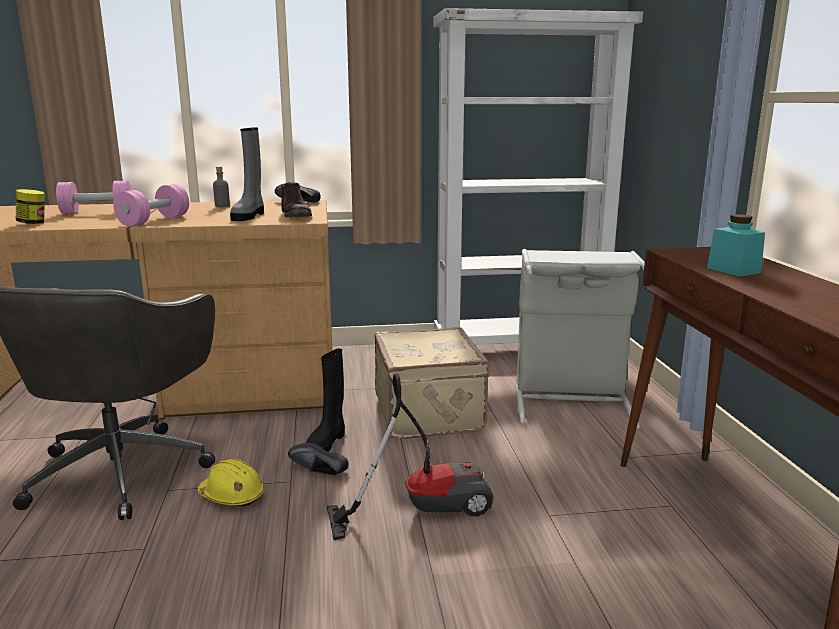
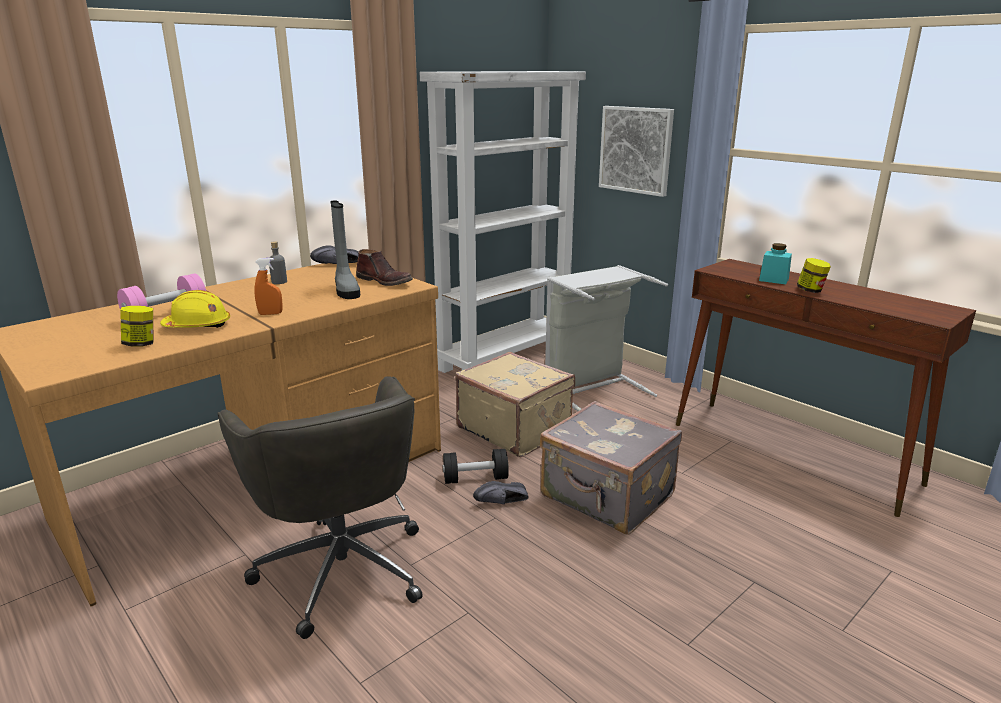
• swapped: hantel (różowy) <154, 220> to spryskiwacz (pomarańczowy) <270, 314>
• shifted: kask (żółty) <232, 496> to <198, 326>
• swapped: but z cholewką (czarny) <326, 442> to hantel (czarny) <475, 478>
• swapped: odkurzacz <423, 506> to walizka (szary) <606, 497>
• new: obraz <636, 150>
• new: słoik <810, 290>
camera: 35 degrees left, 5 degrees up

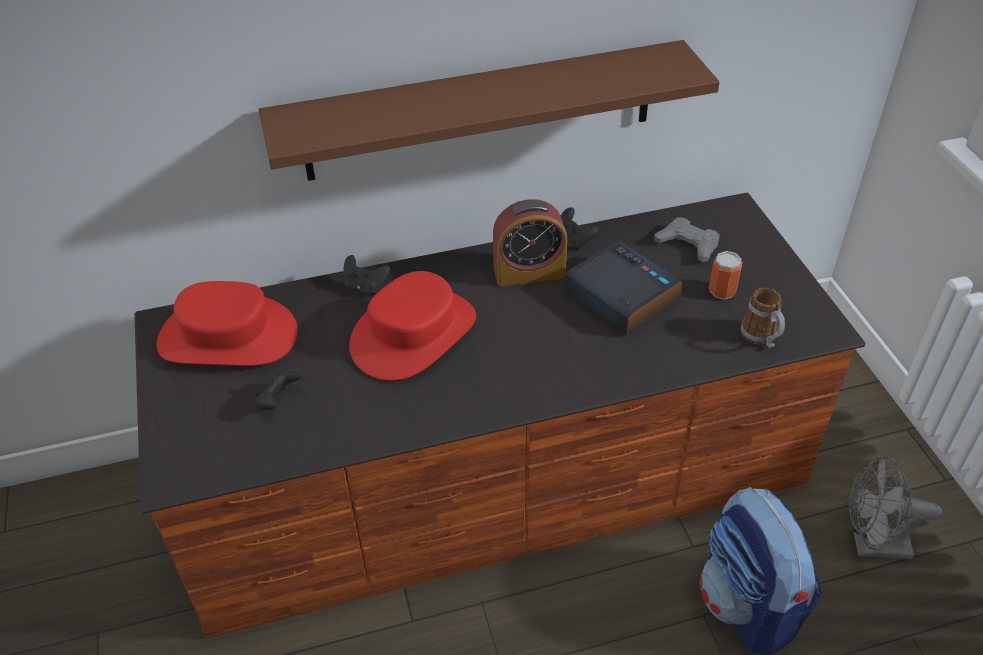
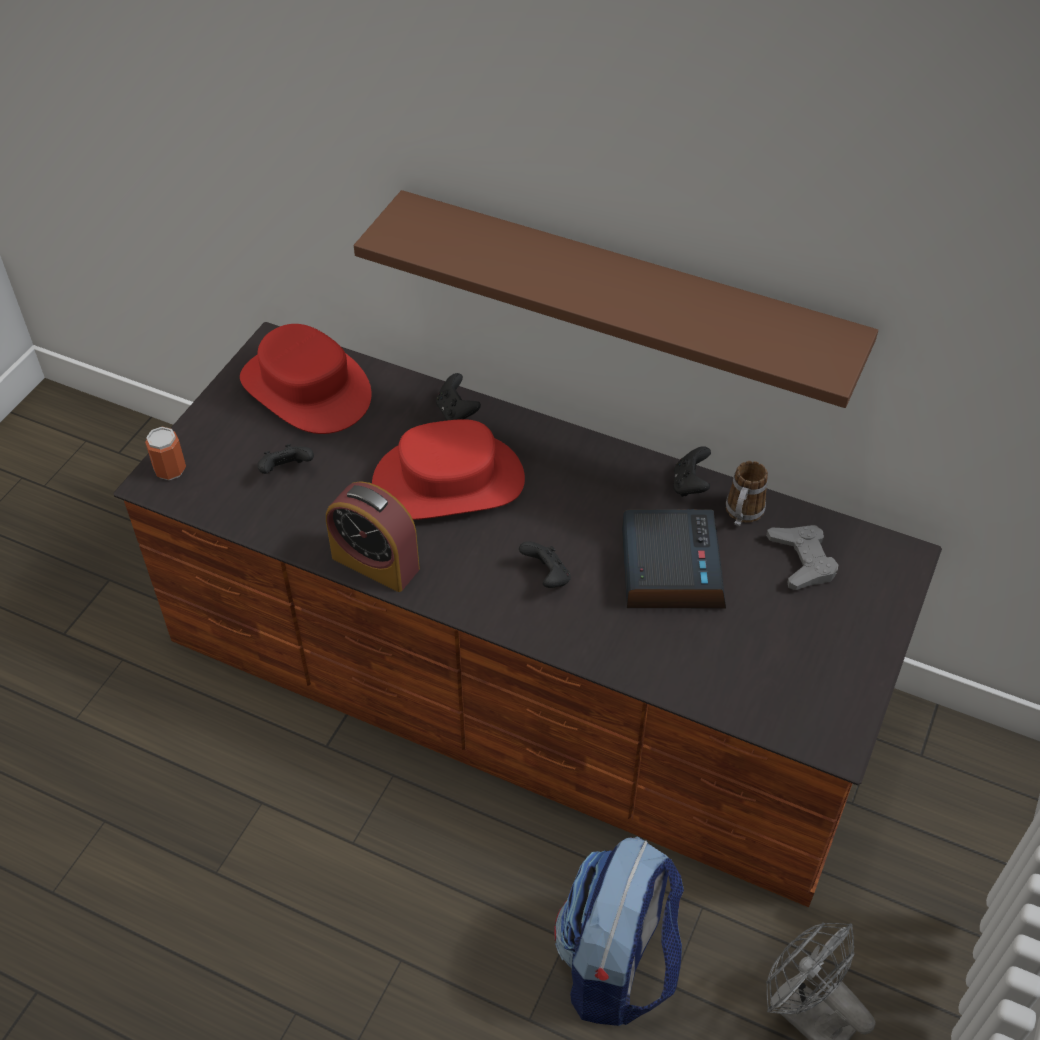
• shifted: budzik <529, 272> to <375, 563>
• shifted: puszka <722, 291> to <170, 469>
• shifted: kubek <761, 338> to <742, 515>
• new: pad do gier (czarny) <547, 577>
camera: 40 degrees right, 5 degrees up

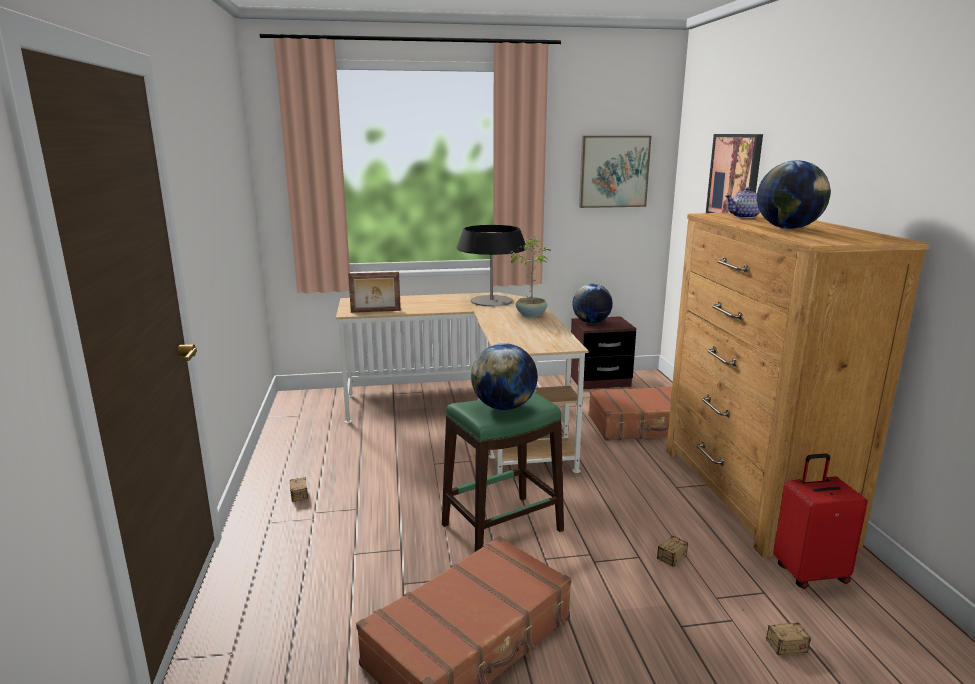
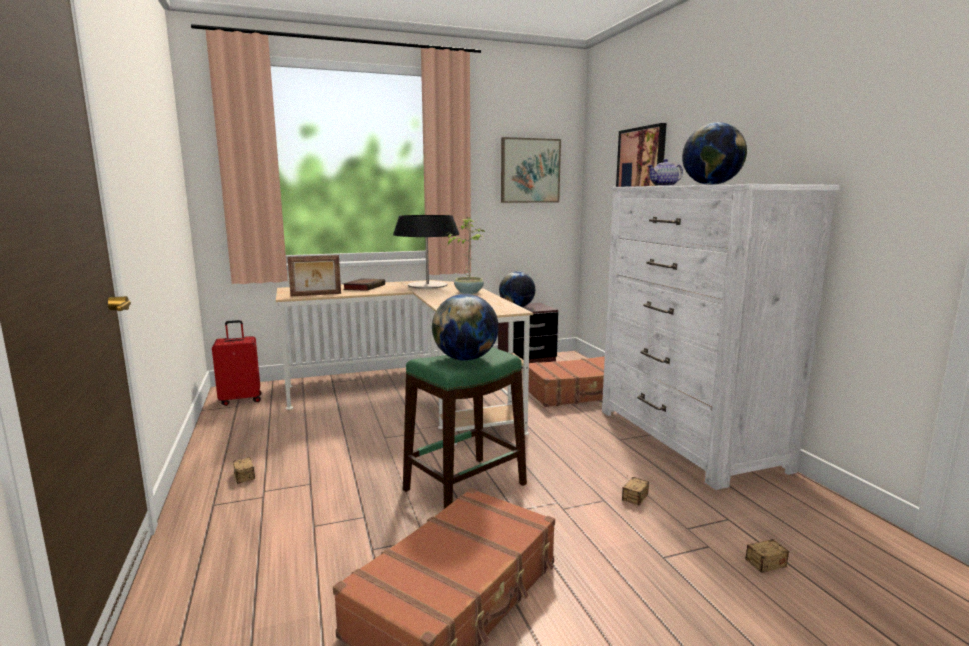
• repainted: komoda (brązowy) <751, 493> to komoda (biały) <687, 439>
• shifted: walizka (czerwony) <809, 573> to <241, 399>
• new: książka <364, 287>
camera: 10 degrees left, 5 degrees down

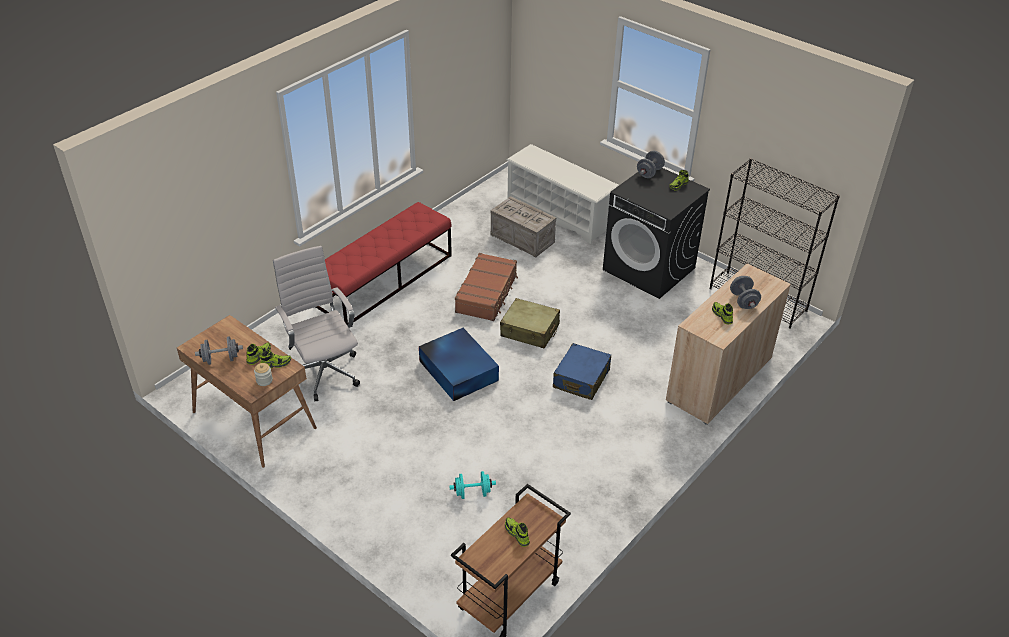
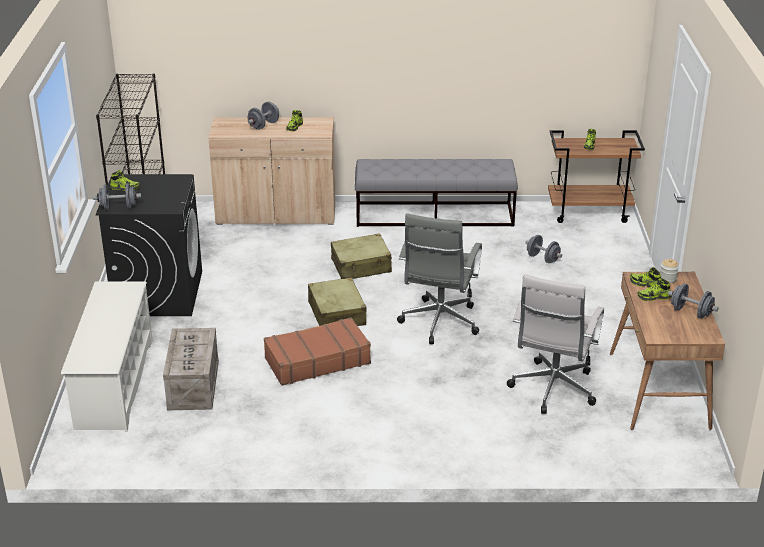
• gone: ławka (czerwony) <385, 280>
• swapped: pojemnik do przechowywania (niebieski) <458, 370> to krzesło biurowe (szary) <439, 324>
• repainted: hantel (turkusowy) <472, 493> to hantel (szary) <542, 258>
• repainted: walizka (niebieski) <581, 379> to walizka (beżowy) <361, 266>
• new: ławka (szary) <435, 214>
camera: 130 degrees left, 10 degrees down

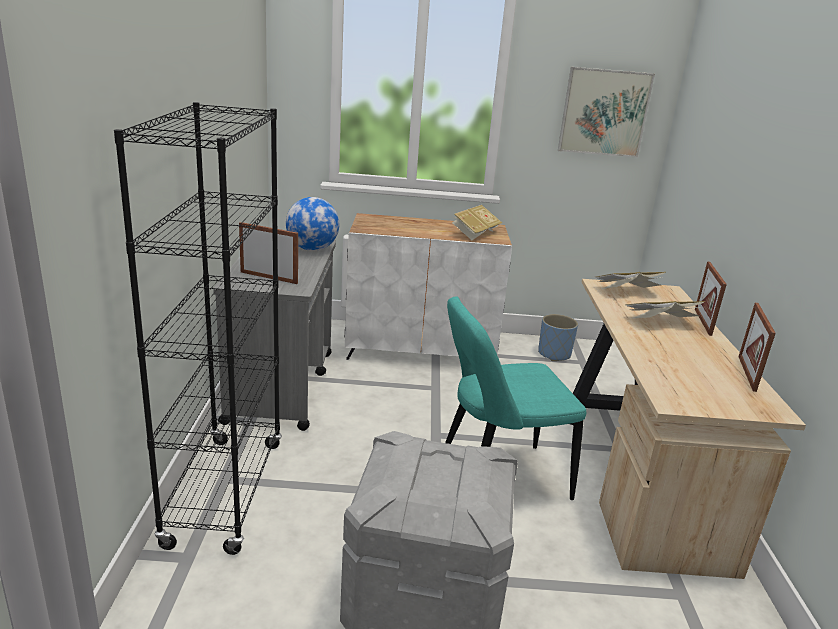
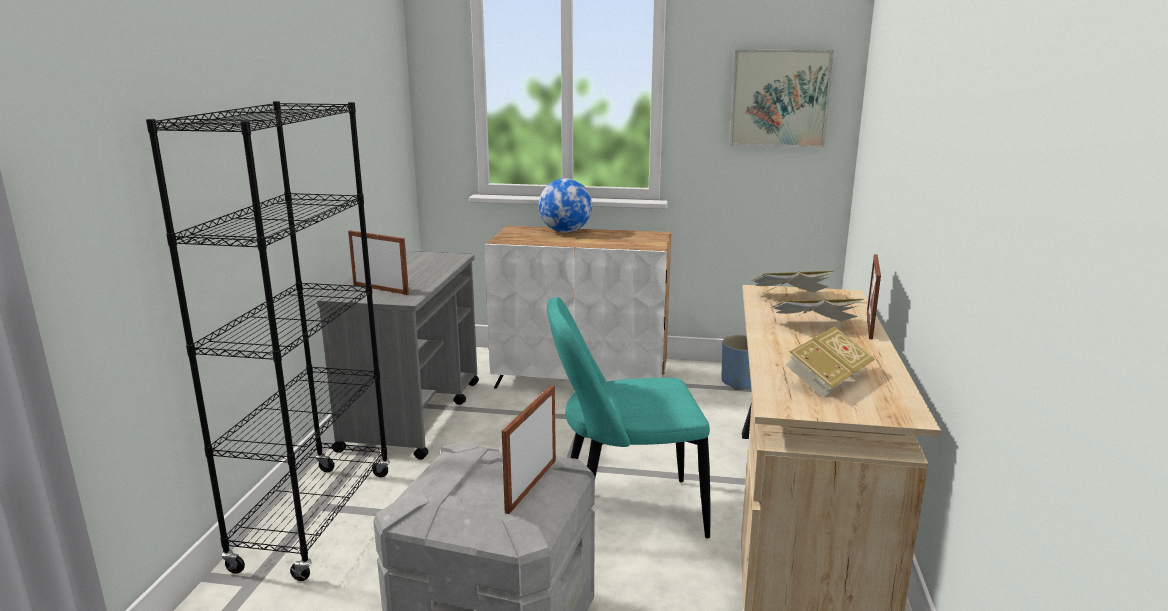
• shifted: globus <312, 249> to <565, 232>
• shifted: książka <475, 233> to <827, 381>
• shifted: ramka na zdjęcie <747, 373> to <531, 485>
camera: 10 degrees right, 5 degrees down

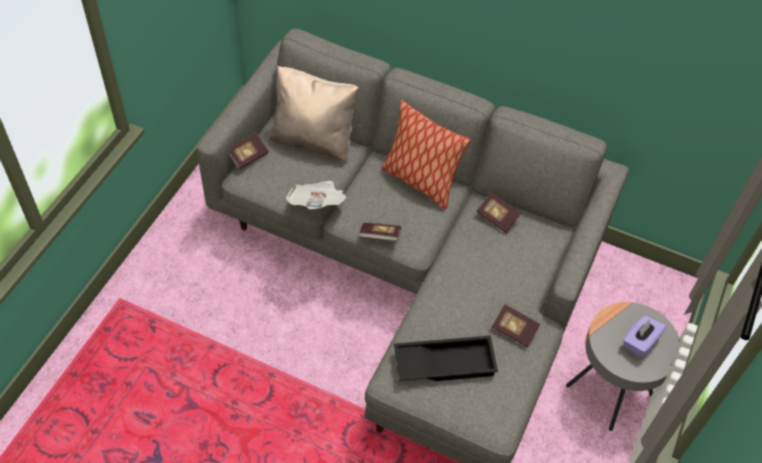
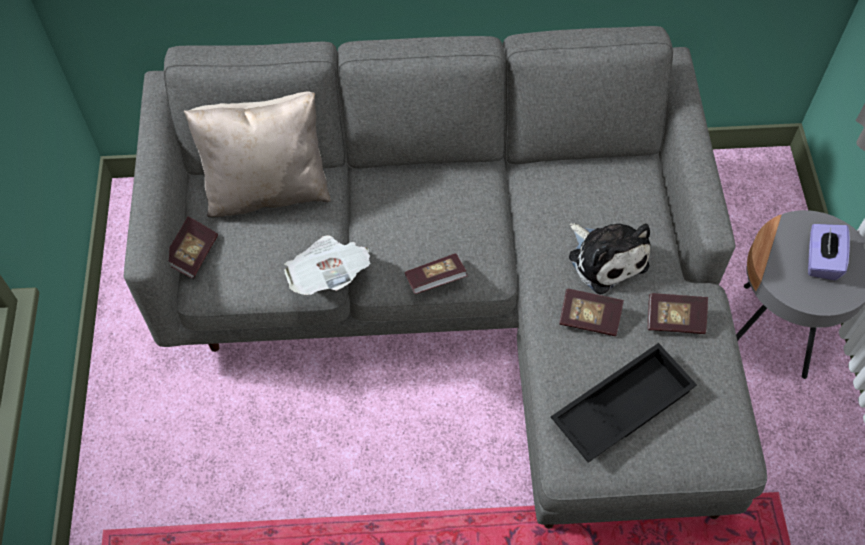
• gone: poduszka <419, 181>
• shifted: książka <497, 217> to <589, 318>
• new: pluszak <605, 258>
camera: 25 degrees left, 5 degrees up

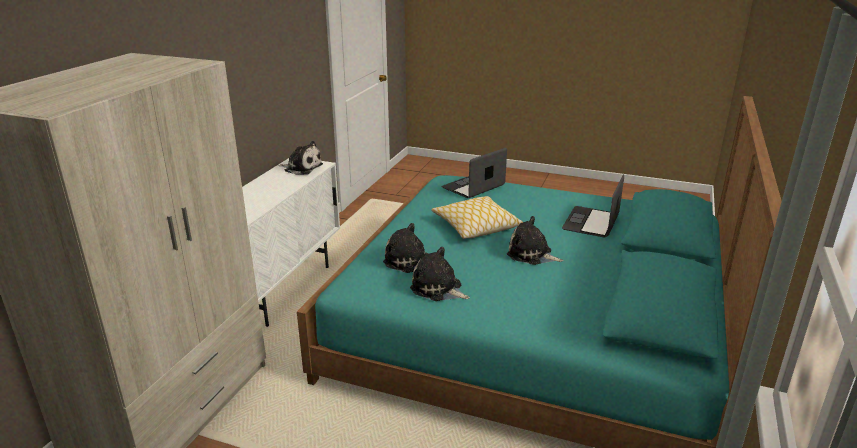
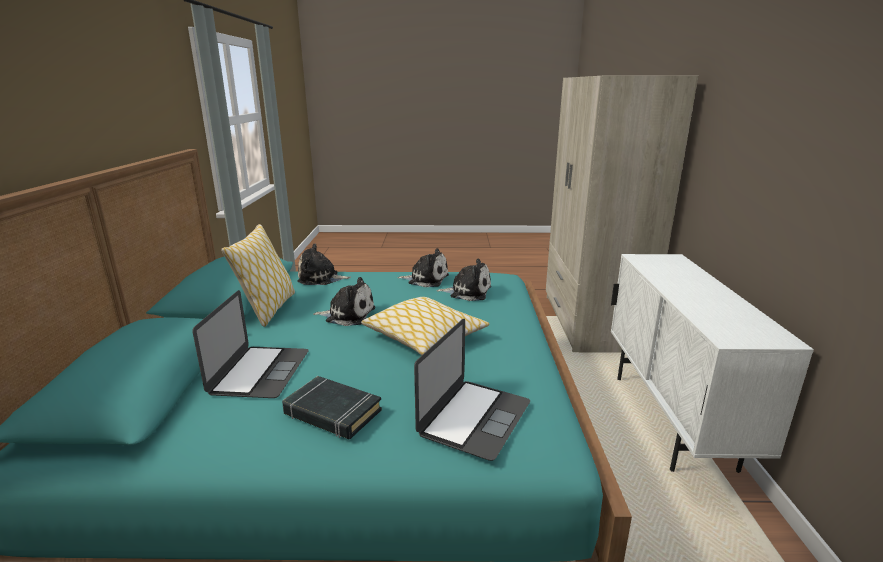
• shifted: pluszak <302, 168> to <321, 278>
• new: poduszka <268, 309>
• new: książka (czarny) <332, 412>
camera: 160 degrees right, 5 degrees down

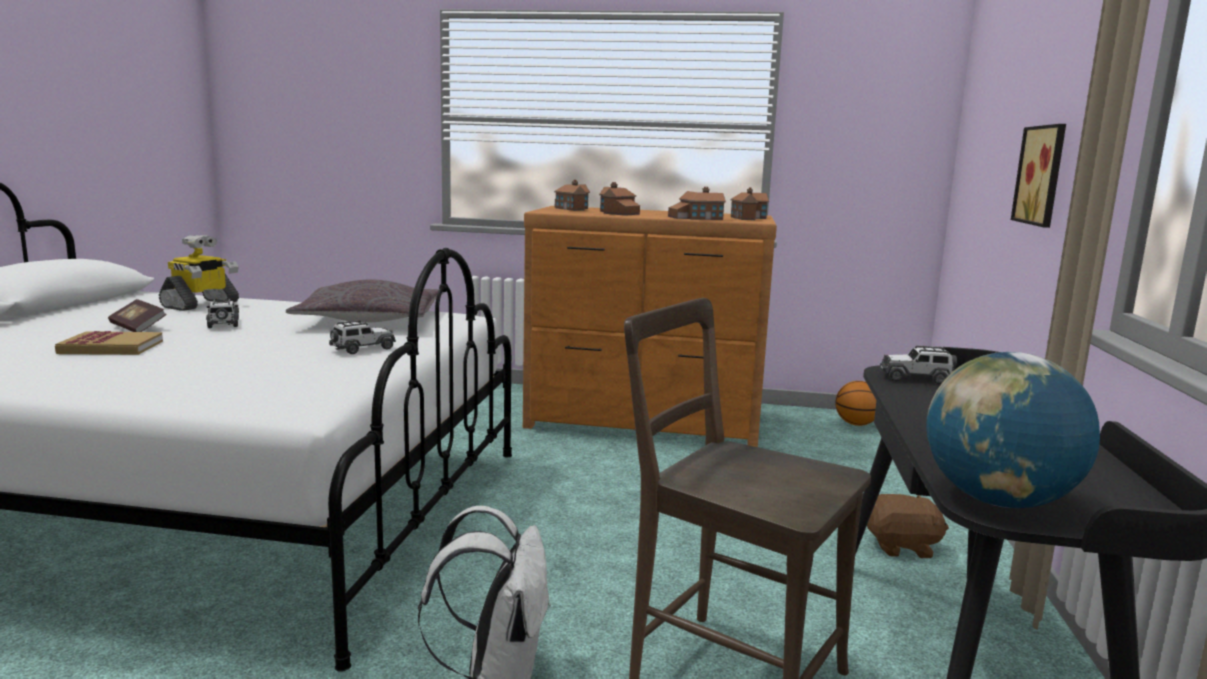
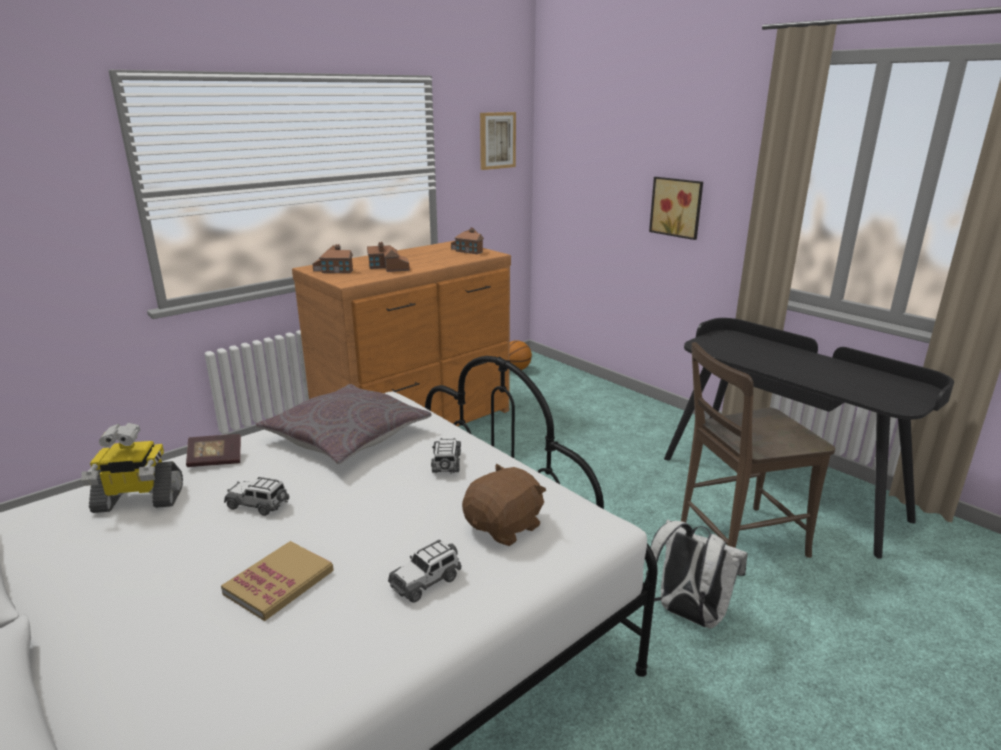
• shifted: książka <138, 328> to <216, 460>
• rotated: robot zabawkowy <201, 305> = <138, 500> 105 degrees clockwise
• gone: domek <695, 218>
• shifted: pluszak (brązowy) <902, 547> to <505, 527>
• shifted: samochodzik <916, 378> to <426, 581>
• gone: globus <998, 501>
• new: obraz <497, 140>
camera: 50 degrees left, 10 degrees up

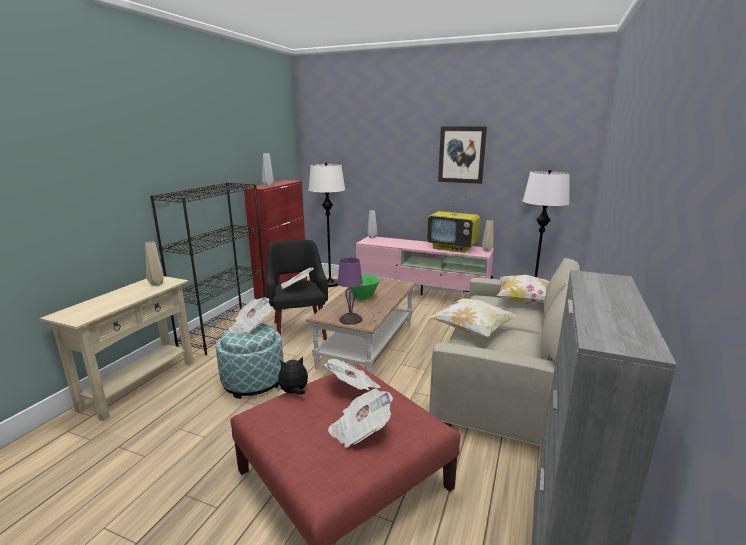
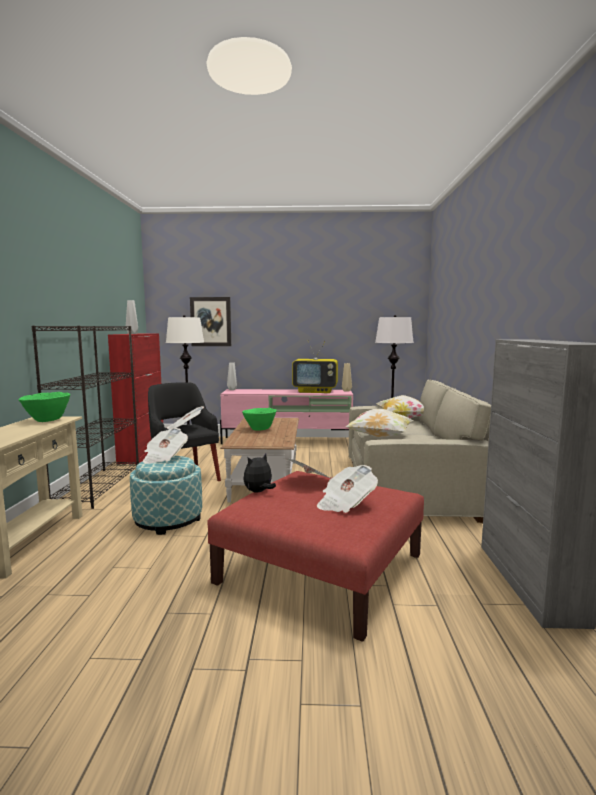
• swapped: wazon (beżowy) <156, 283> to miska (zielony) <47, 420>
• gone: lampa stołowa (fioletowy) <351, 319>
• shifted: obraz <461, 155> to <211, 321>
camera: 20 degrees left, 10 degrees down

